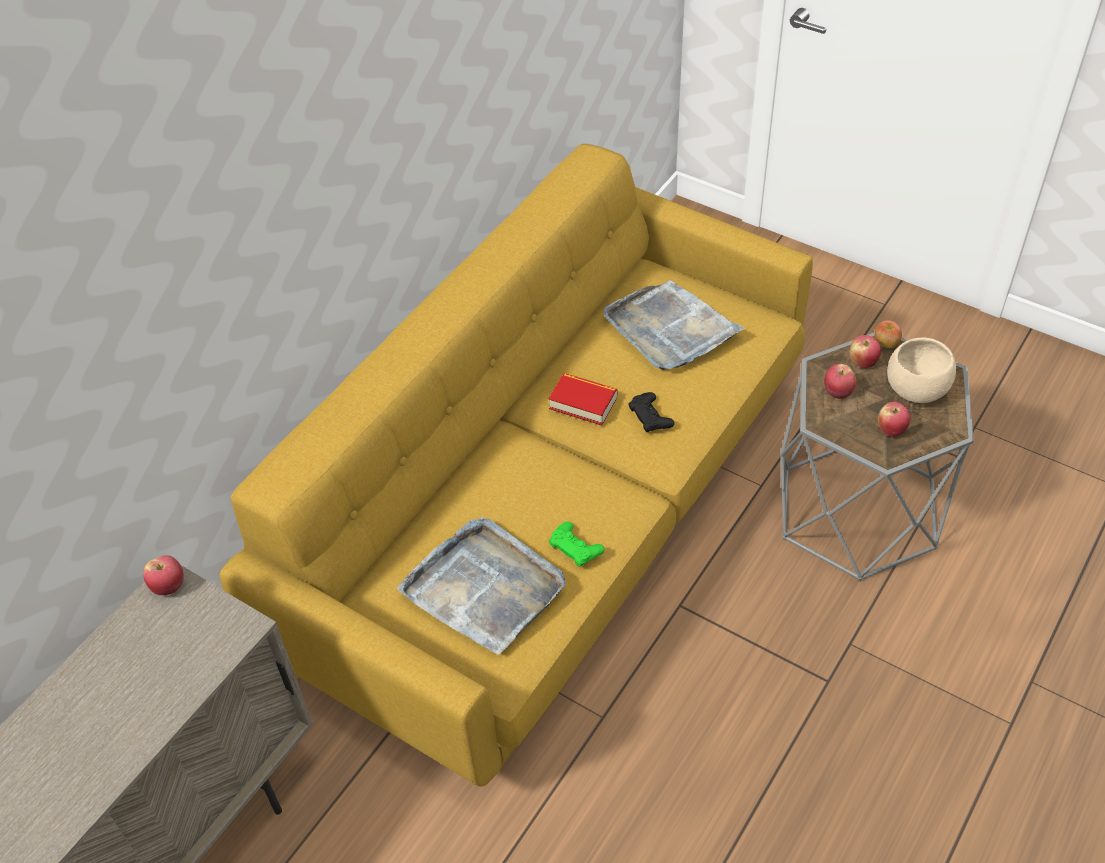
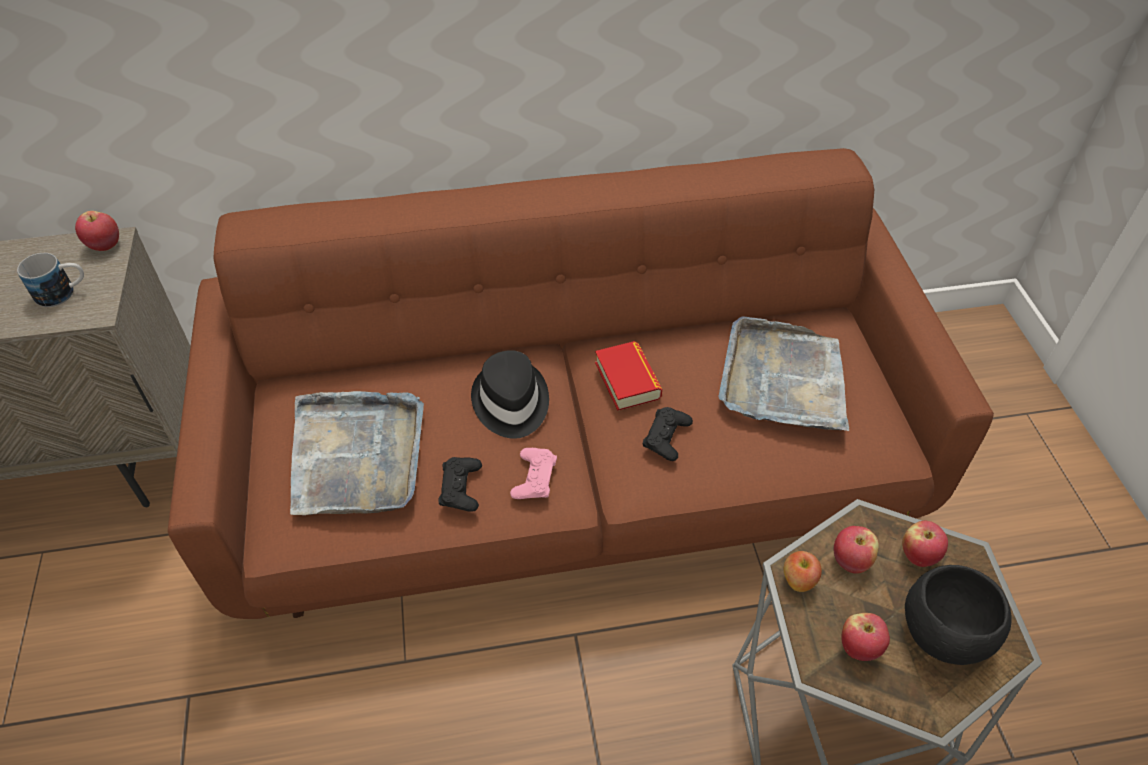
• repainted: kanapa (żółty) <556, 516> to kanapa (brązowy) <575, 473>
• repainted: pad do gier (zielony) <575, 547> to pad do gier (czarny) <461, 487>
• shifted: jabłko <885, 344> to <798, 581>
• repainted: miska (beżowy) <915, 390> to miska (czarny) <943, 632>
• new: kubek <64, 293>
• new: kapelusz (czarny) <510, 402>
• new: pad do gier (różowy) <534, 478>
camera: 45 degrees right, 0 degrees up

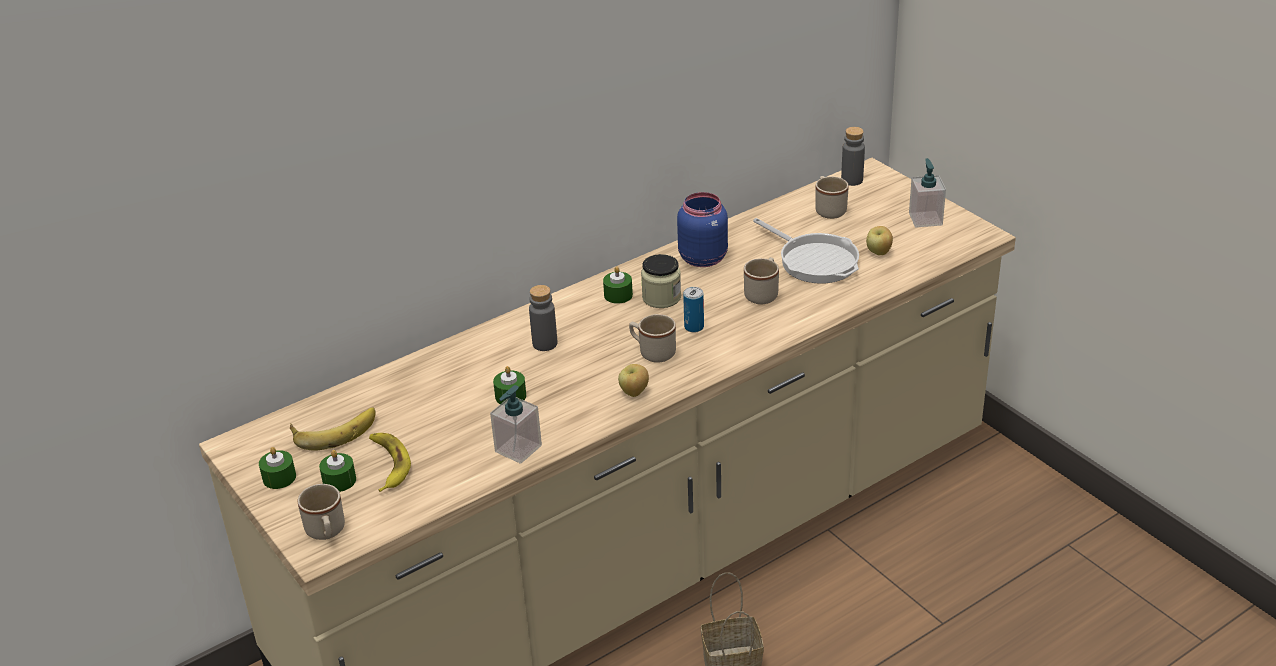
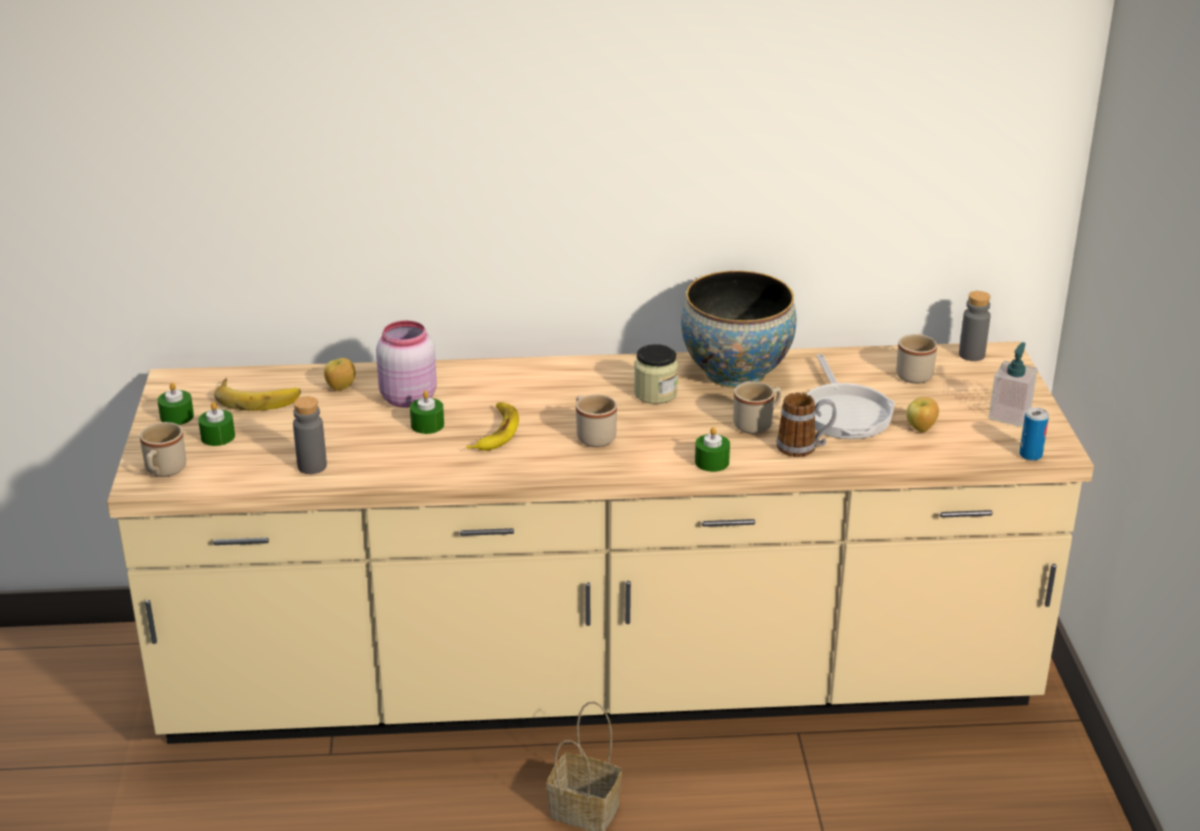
• shifted: banan <388, 464> to <495, 432>
• gone: dozownik mydła <518, 449>
• shifted: butelka (szary) <545, 344> to <312, 466>
• shifted: świeca (zielony) <618, 295> to <712, 462>
• shifted: jabłko <634, 393> to <340, 388>
• swapped: słoik (niebieski) <703, 257> to miska <735, 373>
• shifted: puszka <694, 327> to <1030, 455>
• new: słoik (różowy) <406, 398>
• new: kubek <804, 447>
camera: 30 degrees right, 5 degrees down

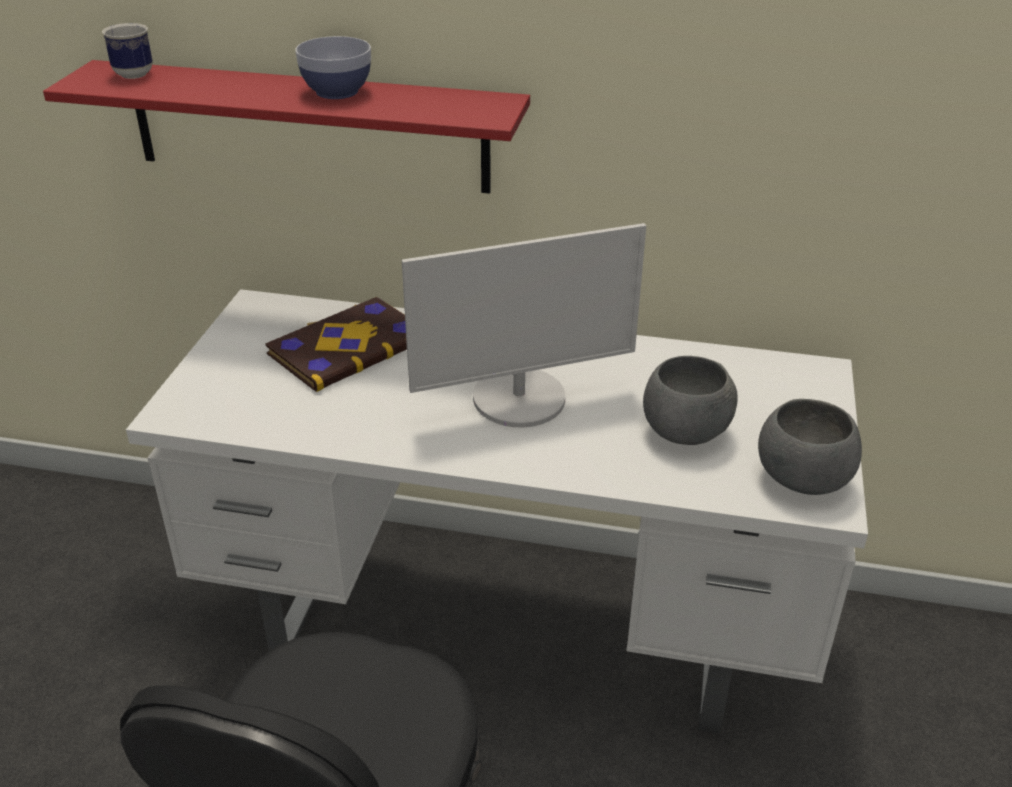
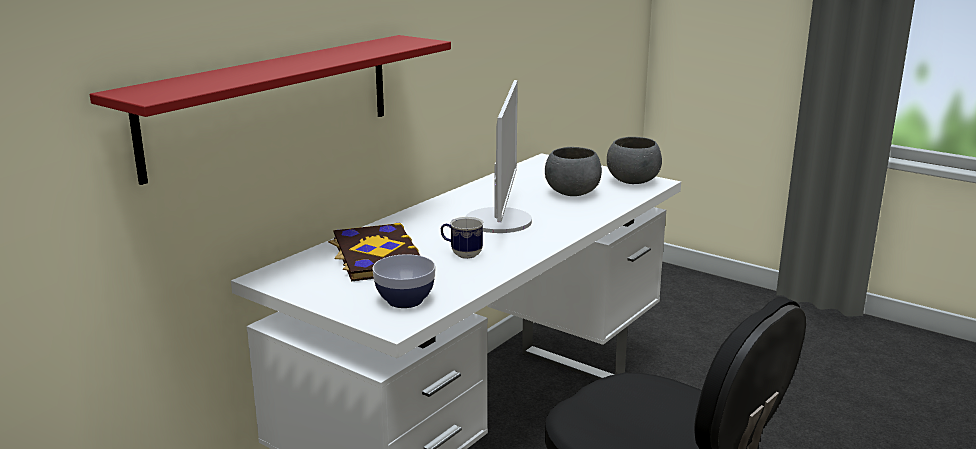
• shifted: kubek <134, 72> to <462, 254>
• shifted: miska <337, 91> to <405, 300>
camera: 65 degrees left, 15 degrees down

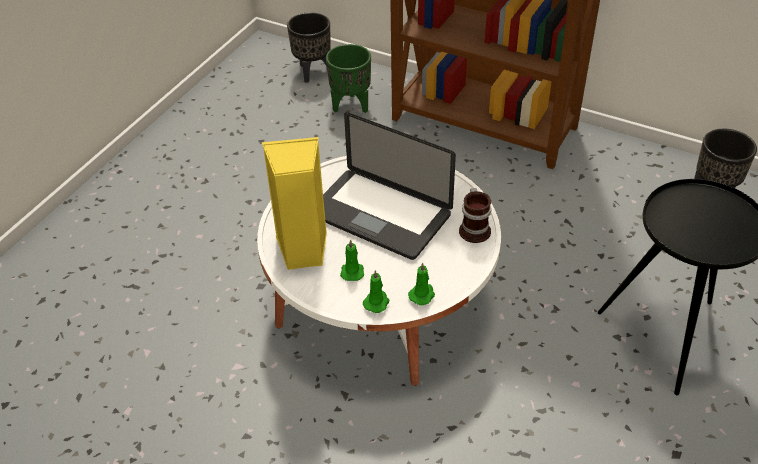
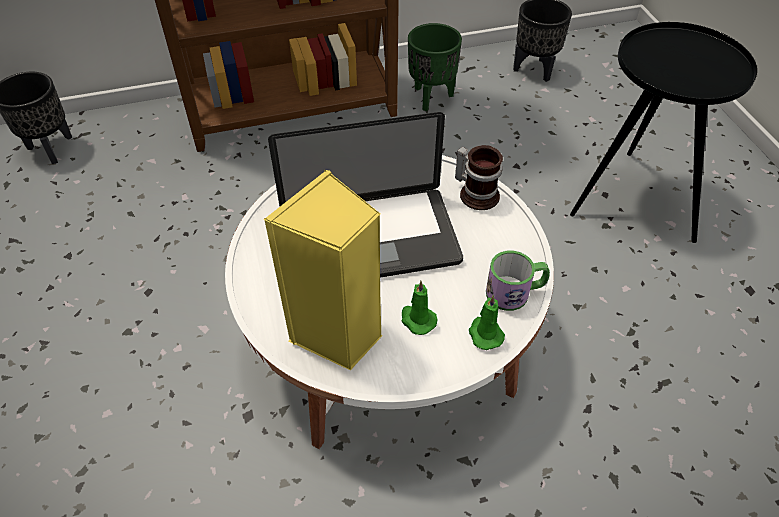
• shifted: donica (zielony) <351, 105> to <431, 97>
• swapped: świeca (zielony) <422, 294> to kubek <515, 292>
camera: 45 degrees left, 5 degrees up

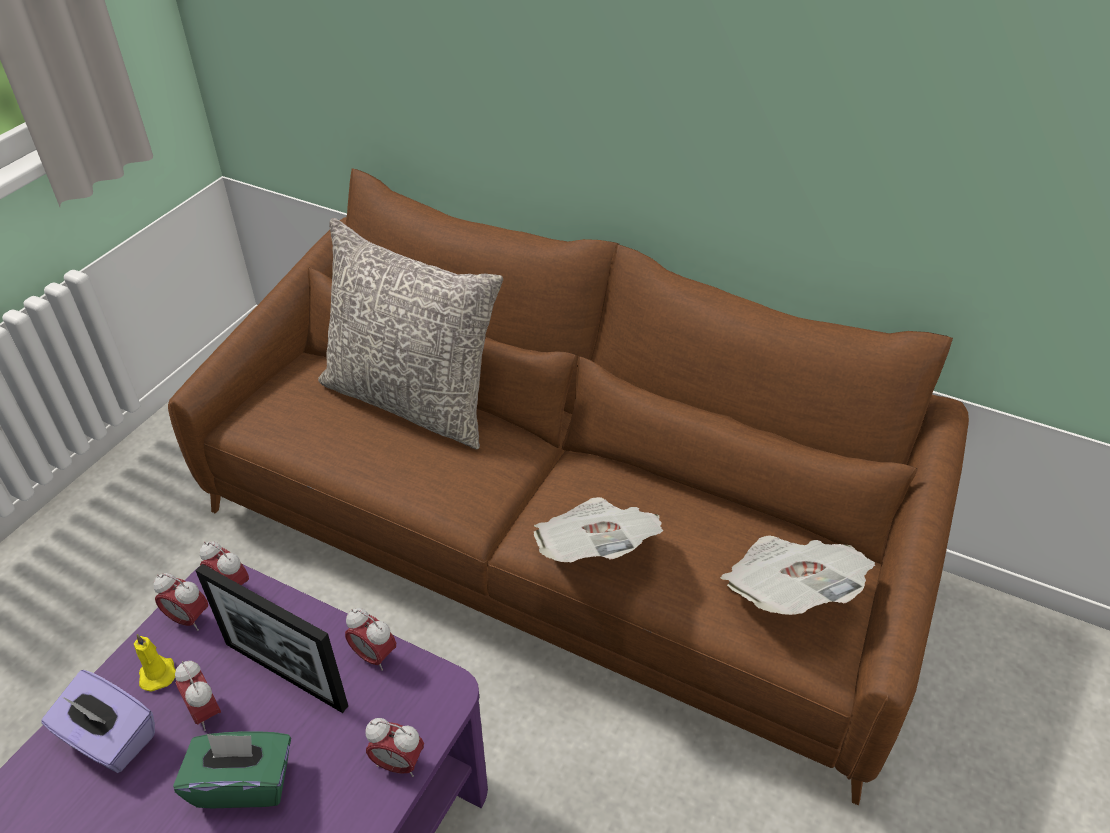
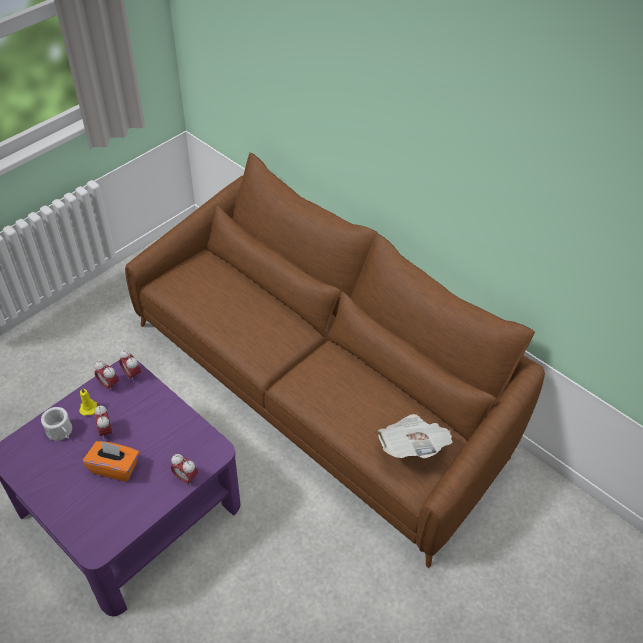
• swapped: pudełko chusteczek (fioletowy) <109, 739> to kubek (biały) <61, 432>
• repainted: pudełko chusteczek (zielony) <244, 783> to pudełko chusteczek (pomarańczowy) <115, 467>
• gone: ramka na zdjęcie <285, 674>
• gone: poduszka (szary) <412, 400>
• gone: budzik <374, 656>
• gone: gazeta <595, 550>
camera: 15 degrees right, 5 degrees up

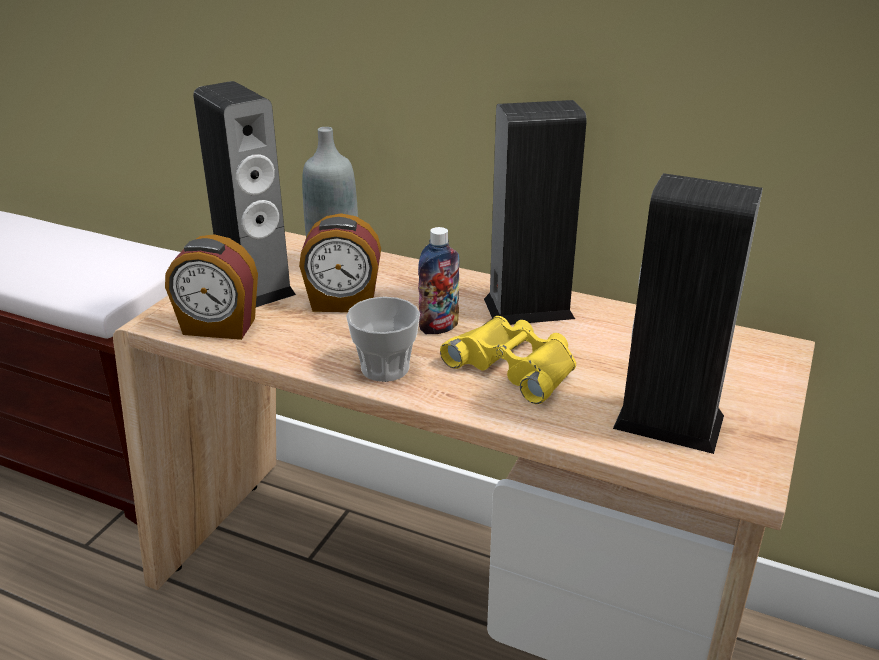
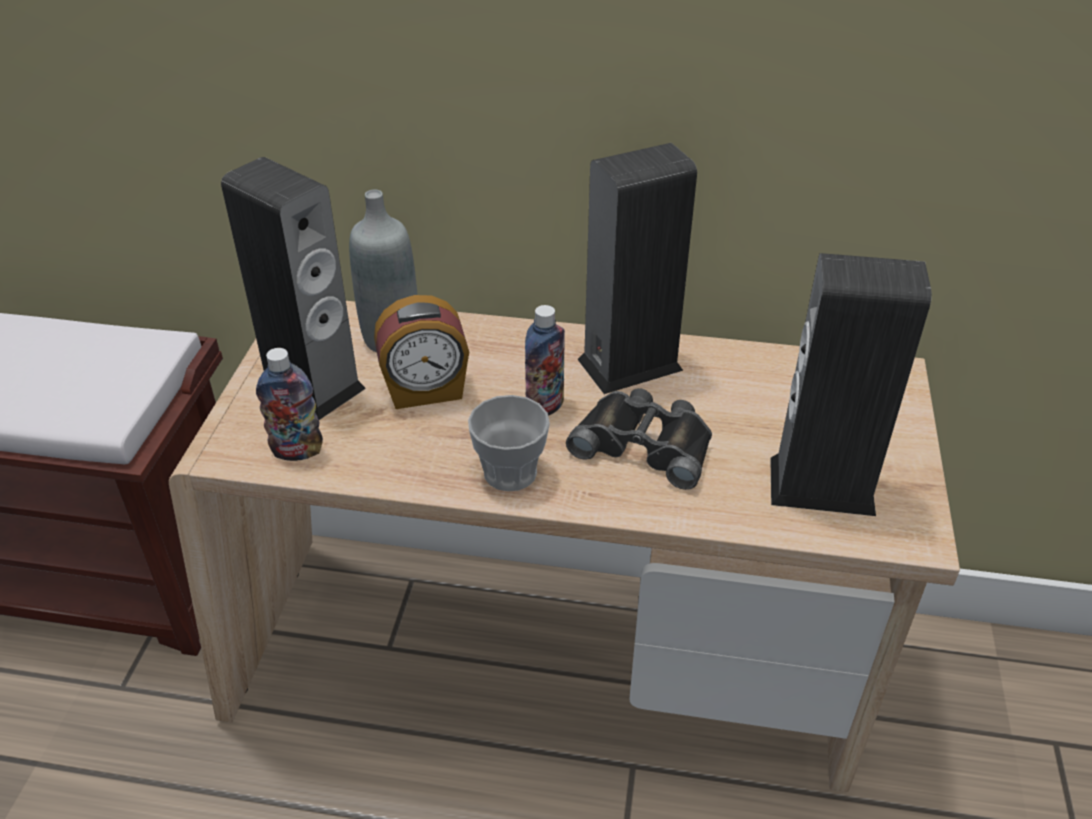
• swapped: budzik <218, 327> to butelka <297, 451>
• repainted: lornetka (żółty) <514, 366> to lornetka (czarny) <645, 444>
camera: 15 degrees left, 10 degrees up

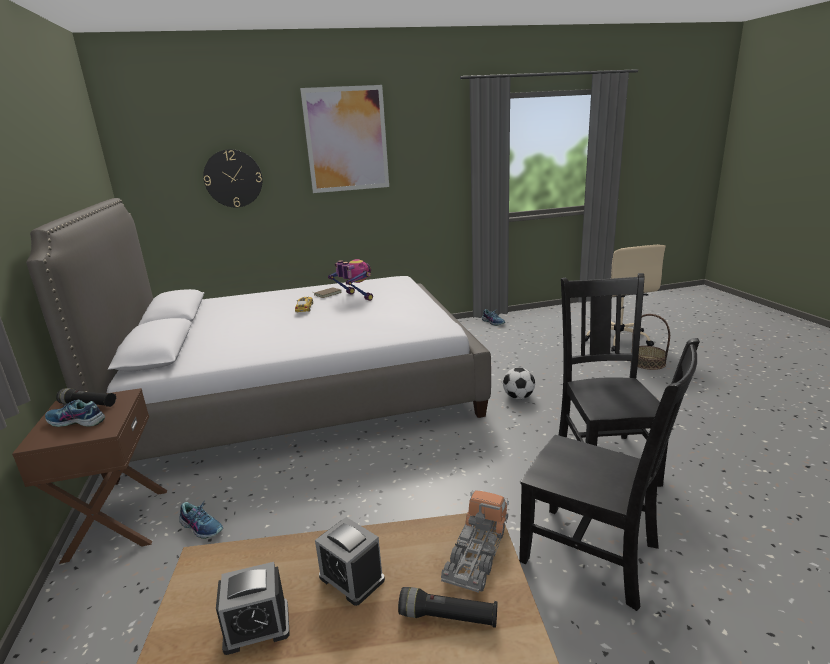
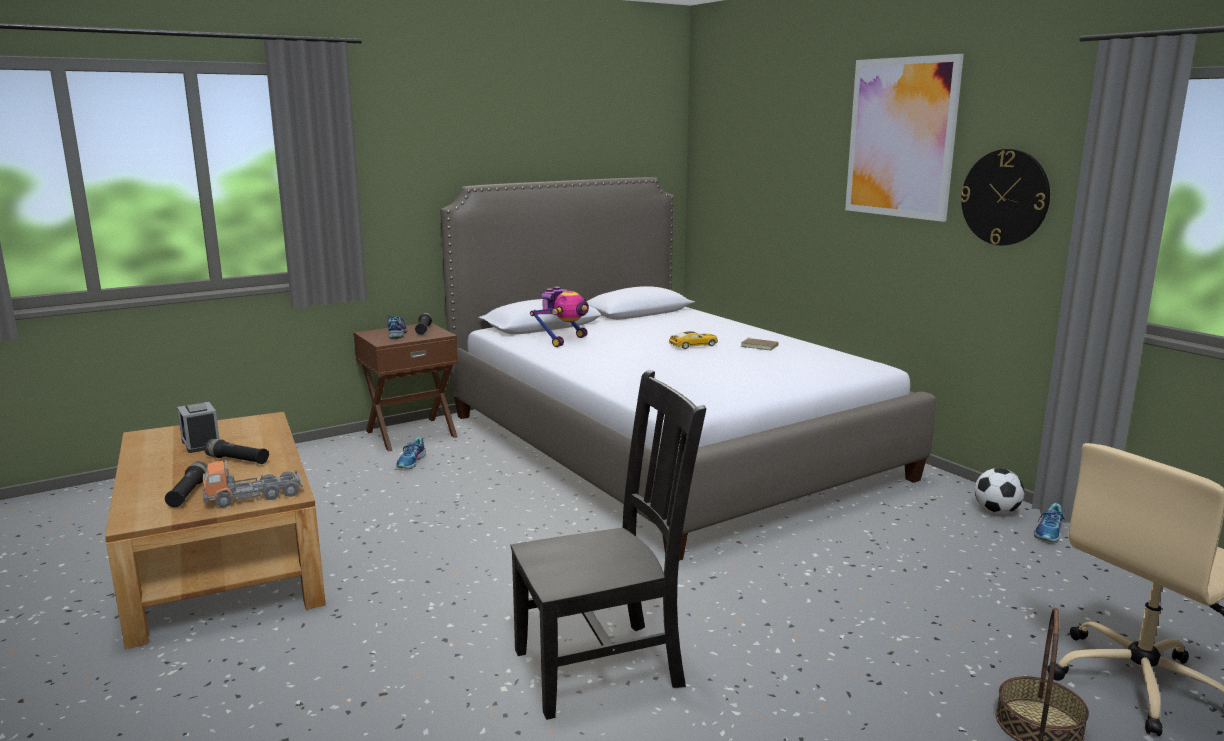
• shifted: zegar ścienny <233, 178> to <1005, 197>
• swapped: budzik <351, 578> to latarka (czarny) <237, 460>
• shifted: robot zabawkowy <355, 298> to <564, 340>
• rotated: ciężarówka zabawkowa <477, 554> = <254, 496> 150 degrees clockwise
• shifted: piłka futbolowa <518, 397> to <996, 511>
• gone: krzesło (czarny) <594, 555>
camera: 70 degrees right, 5 degrees down

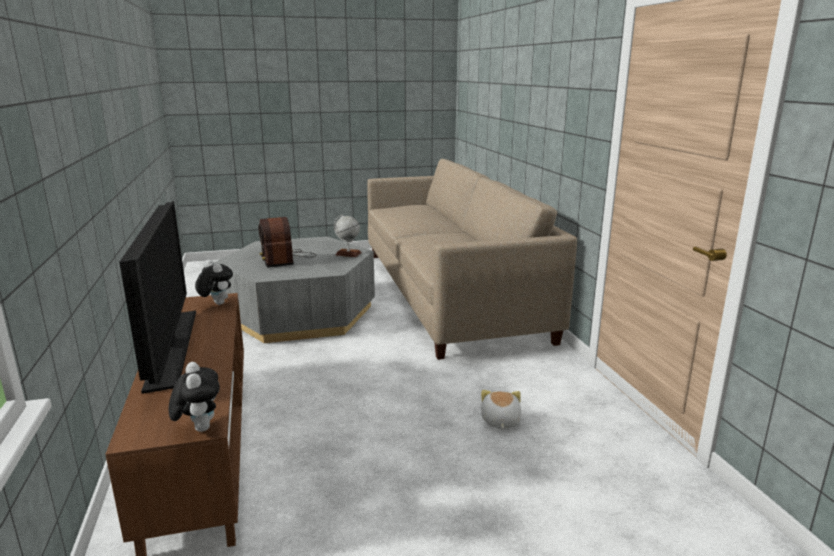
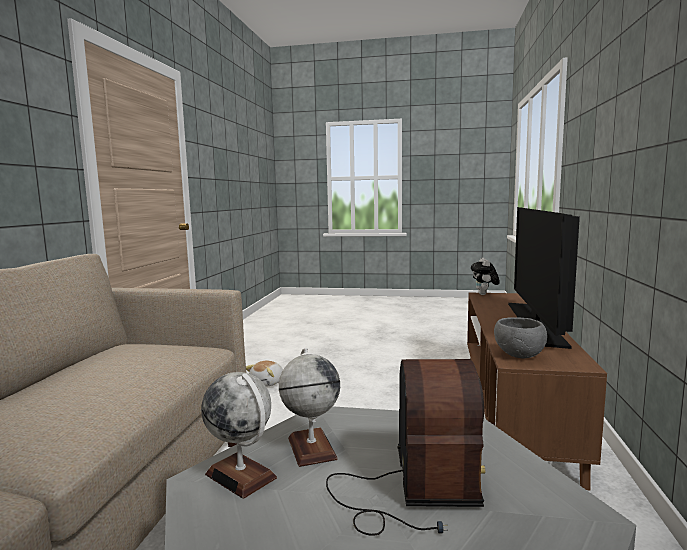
• swapped: pluszak <216, 303> to miska (szary) <520, 356>
• new: globus <311, 448>
camera: 155 degrees left, 10 degrees down

